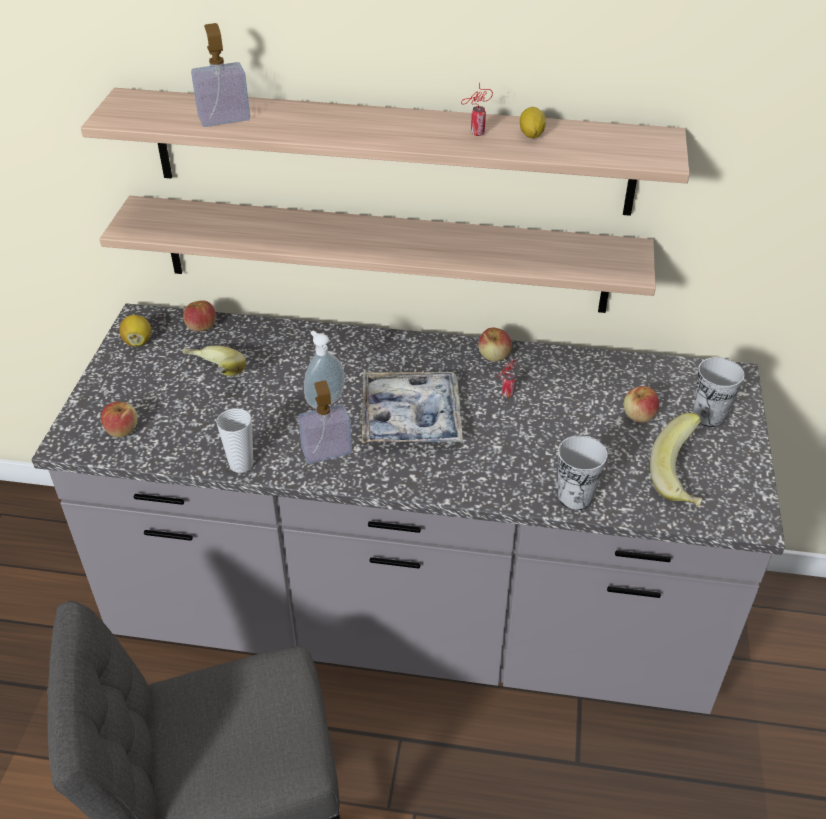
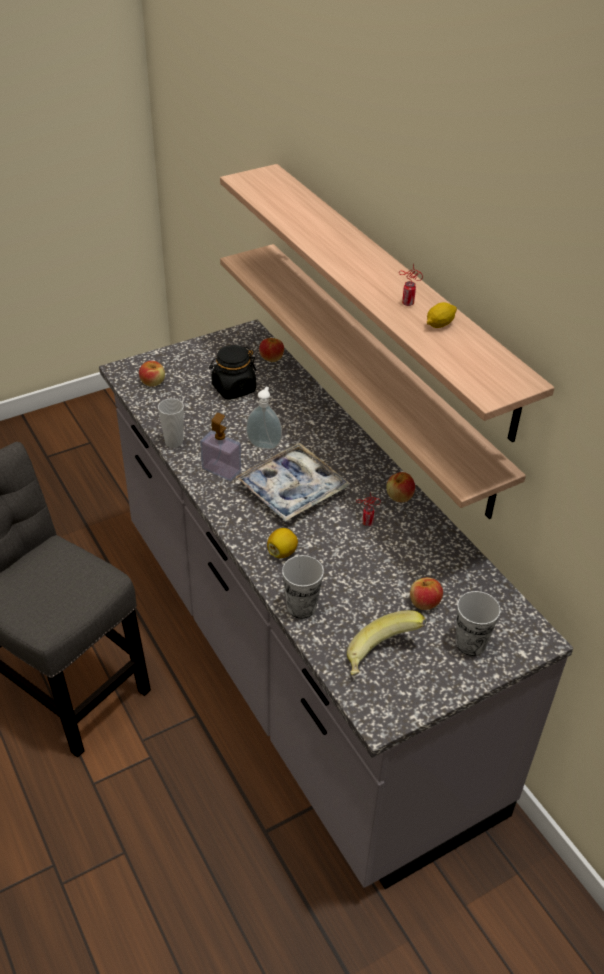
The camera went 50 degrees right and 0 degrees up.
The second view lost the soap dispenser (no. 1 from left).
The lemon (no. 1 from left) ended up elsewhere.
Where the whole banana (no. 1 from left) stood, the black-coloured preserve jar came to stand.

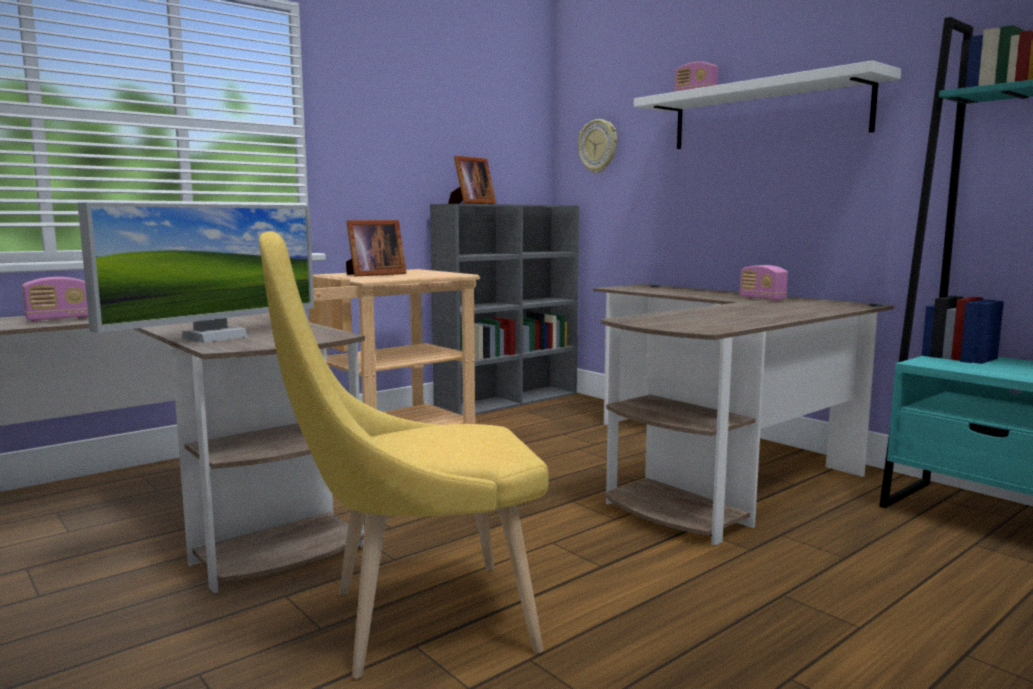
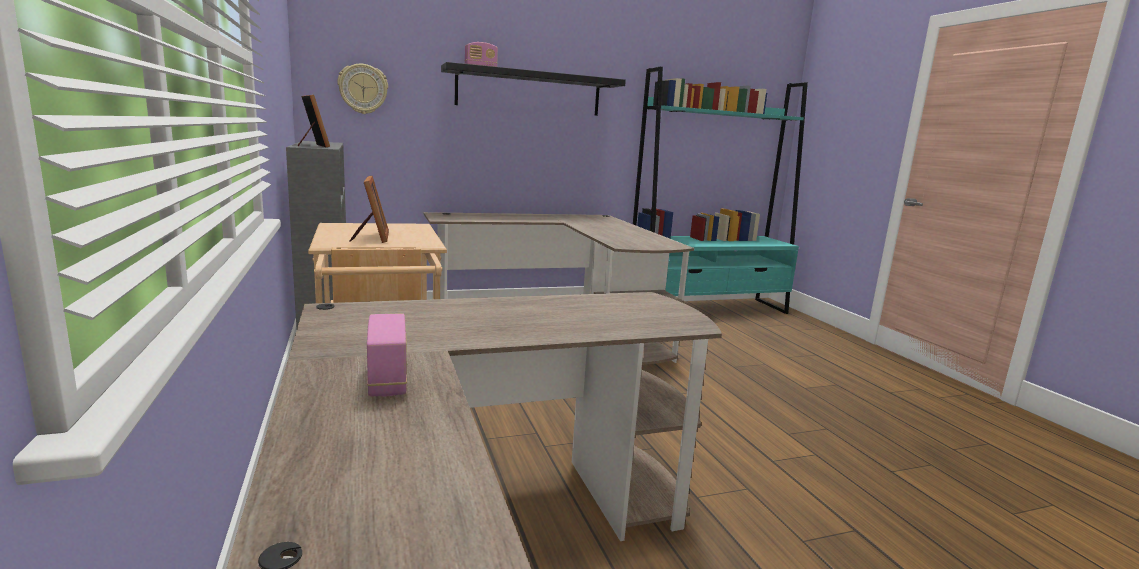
The camera went 70 degrees left and 5 degrees up.
The second view lost the monitor.
The second view lost the yellowish chair.
The second view lost the radio set (no. 3 from left).
What was the white-coloured bracket shelf turned into the black-coloured bracket shelf.

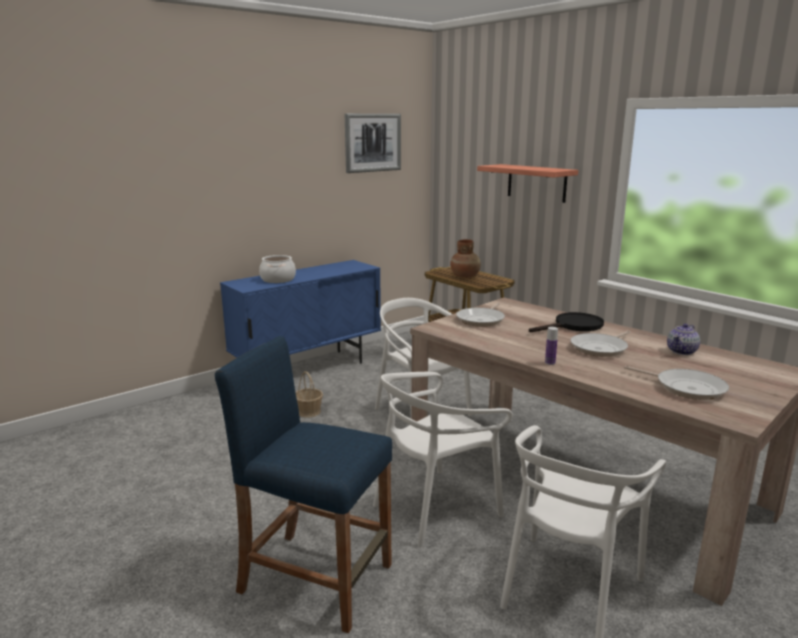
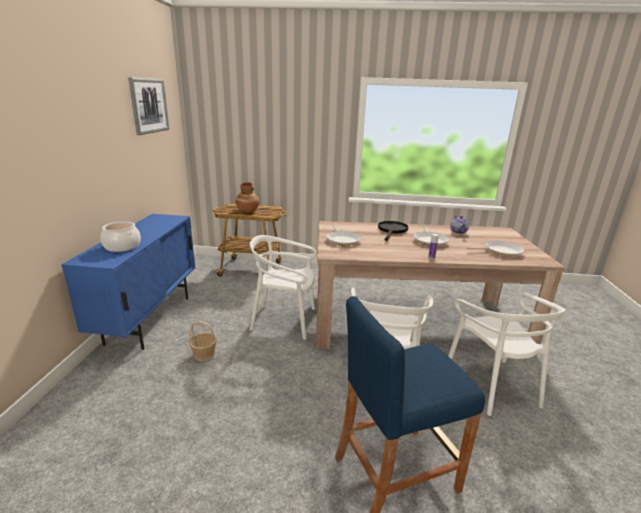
The camera went 45 degrees left and 5 degrees up.
The second view lost the bracket shelf.

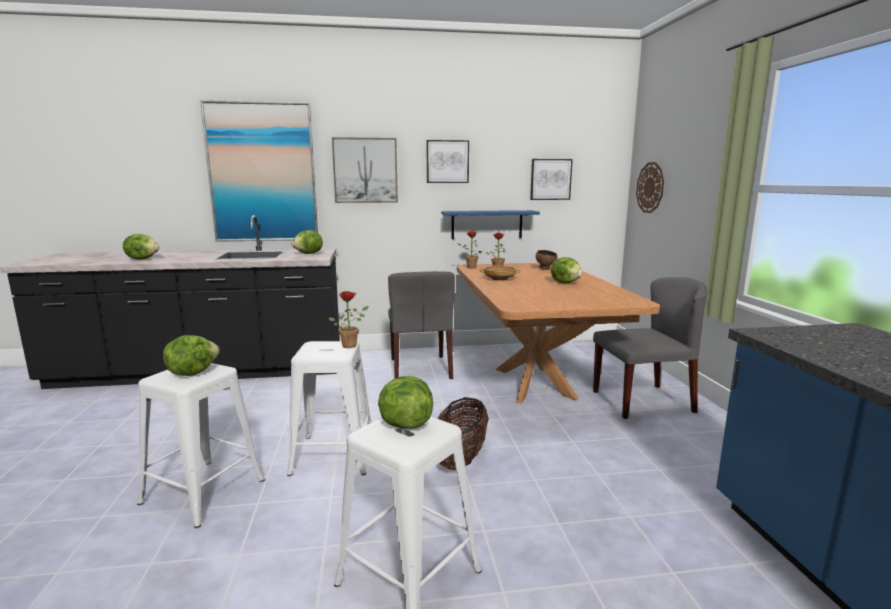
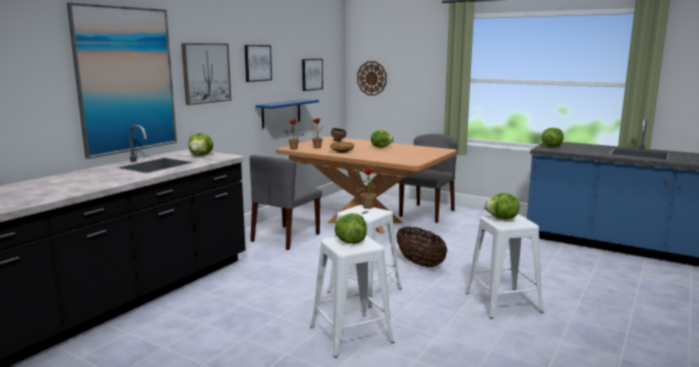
The camera went 50 degrees left and 0 degrees up.
The lettuce (no. 1 from left in the first image) ended up elsewhere.
The grey chair (no. 1 from left) ended up facing another way, 90 degrees clockwise from before.

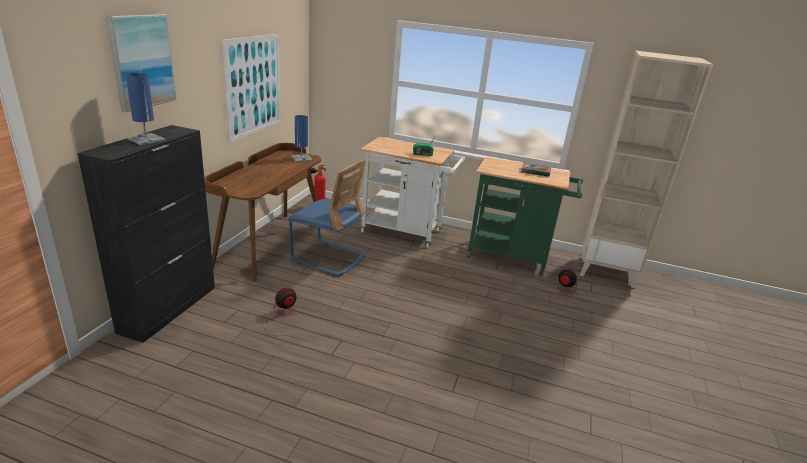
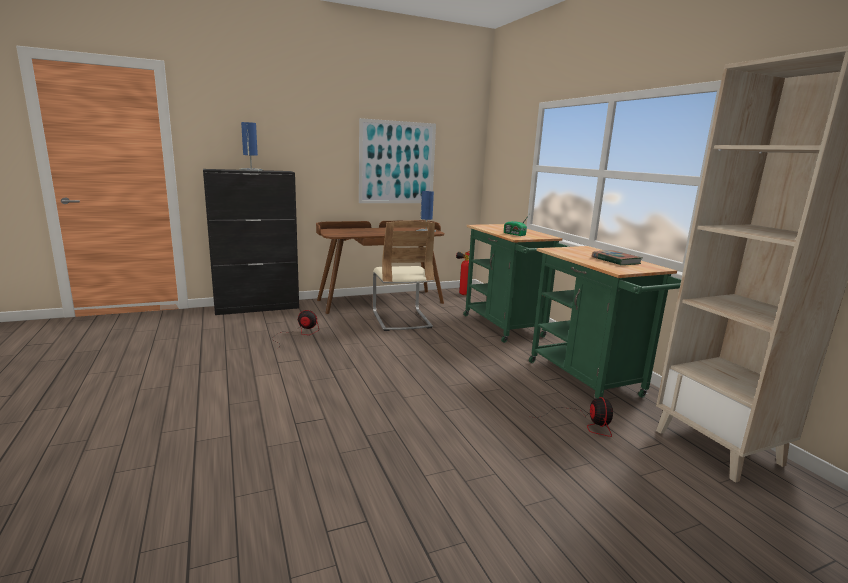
The camera went 50 degrees right and 10 degrees down.
The second view lost the picture (no. 1 from left).
What was the blue-coloured chair turned into the beige chair.
What was the white-coloured cart turned into the green-coloured cart (no. 1 from left).

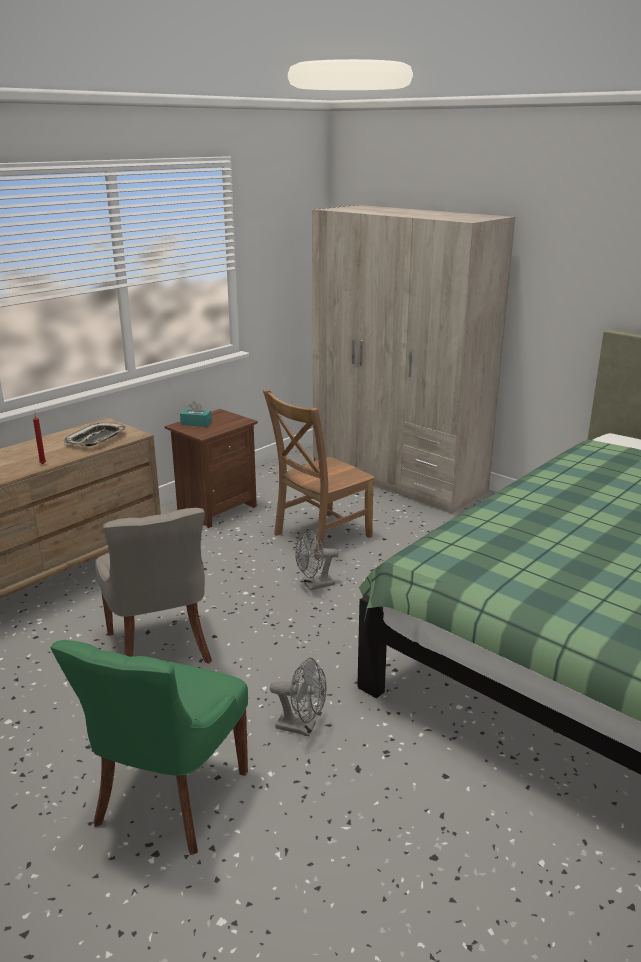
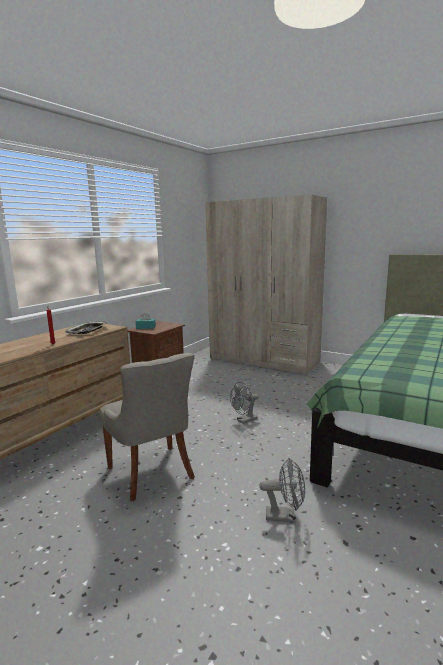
The camera went 10 degrees left and 10 degrees down.
The second view lost the green-coloured chair.
The second view lost the brown-coloured chair.

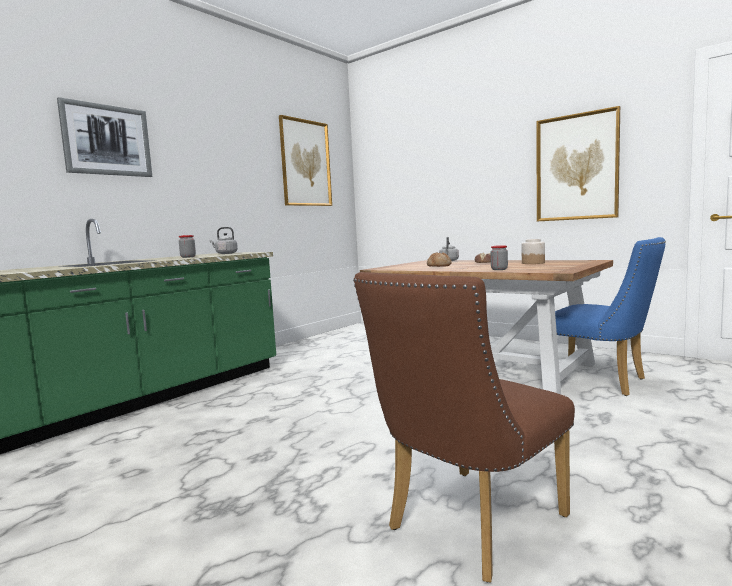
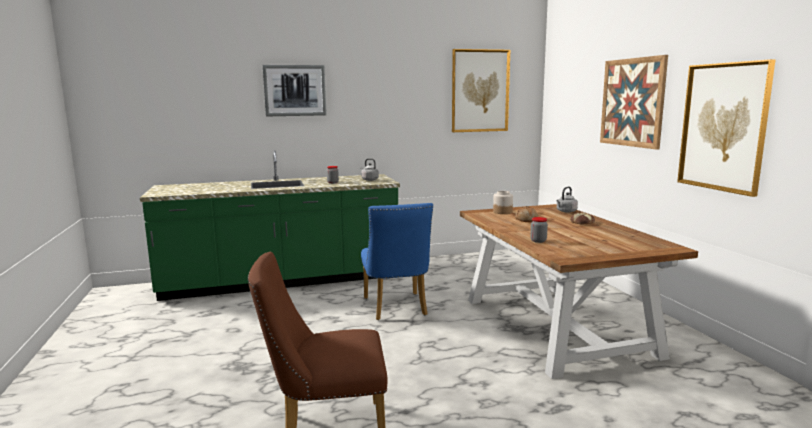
The camera went 35 degrees right and 5 degrees up.
The second view gained the picture (no. 3 from left).
The preserve jar (no. 3 from left in the first image) ended up elsewhere.
The blue-coloured chair ended up elsewhere.

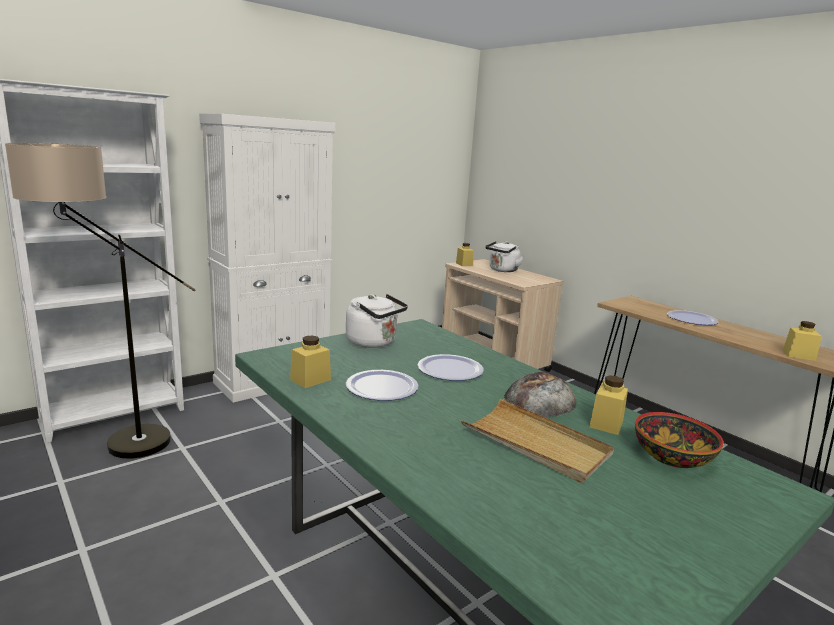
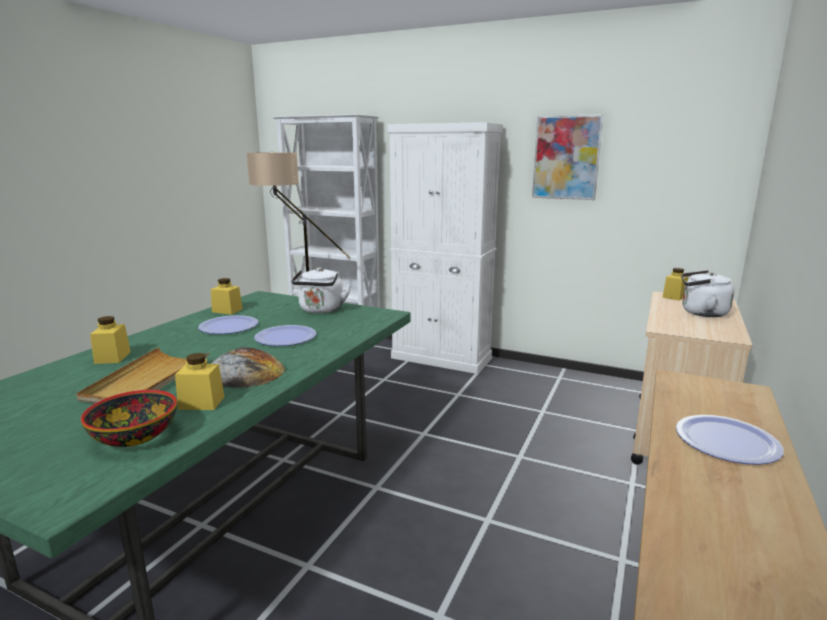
The camera went 65 degrees right and 0 degrees up.
The second view gained the picture.
The yellowish preserve jar (no. 4 from left in the first image) ended up elsewhere.

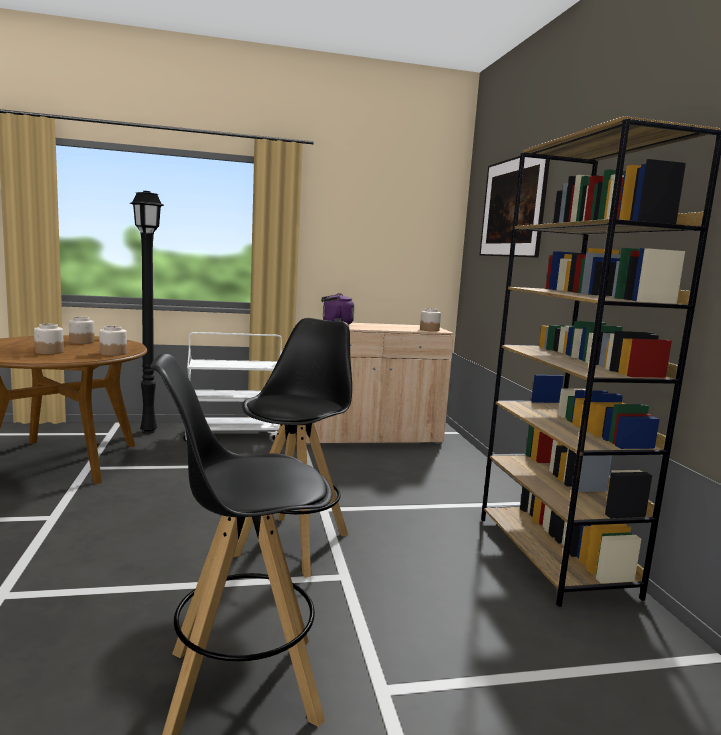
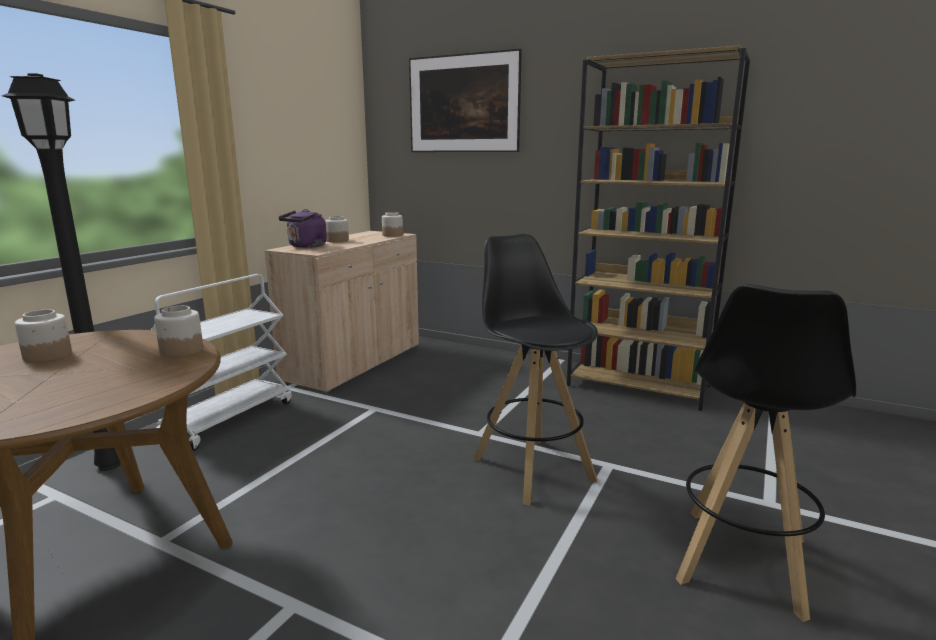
The camera went 50 degrees left and 5 degrees up.
The preserve jar (no. 1 from left in the first image) ended up elsewhere.

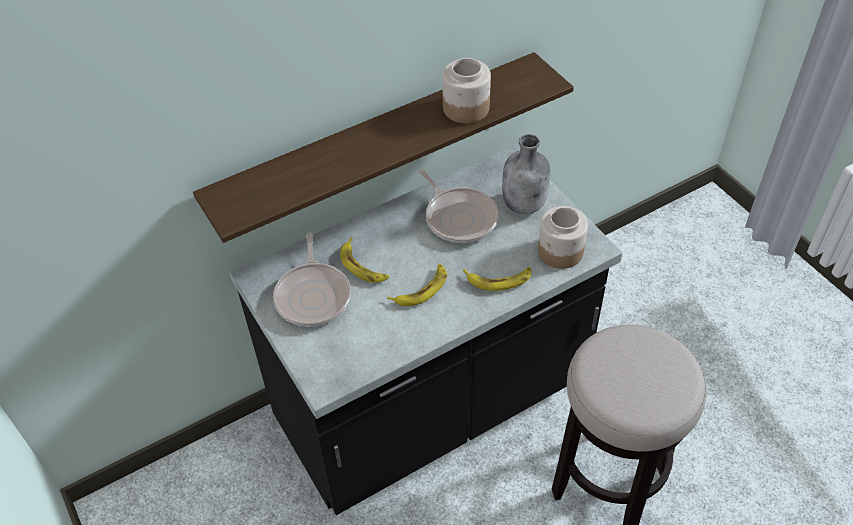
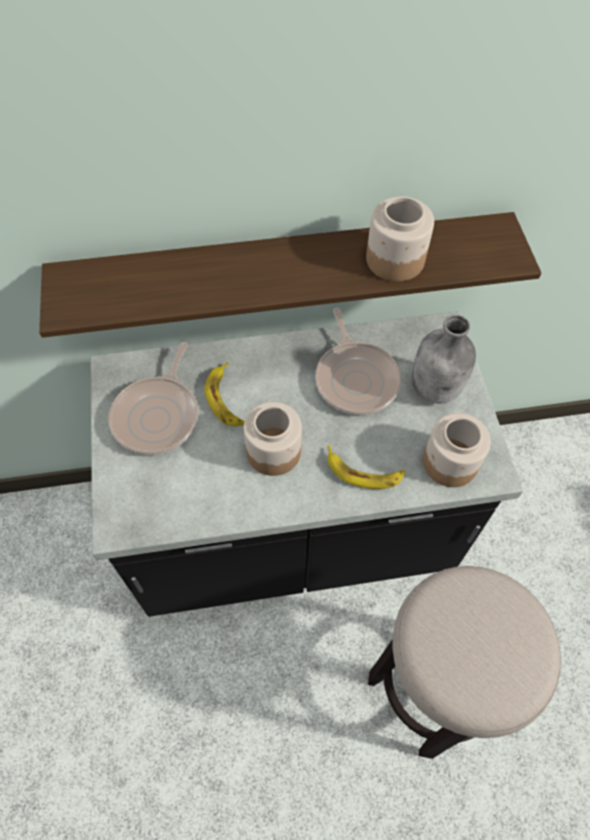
The camera went 20 degrees right and 10 degrees up.
Where the whole banana (no. 2 from left) stood, the preserve jar (no. 1 from left) came to stand.

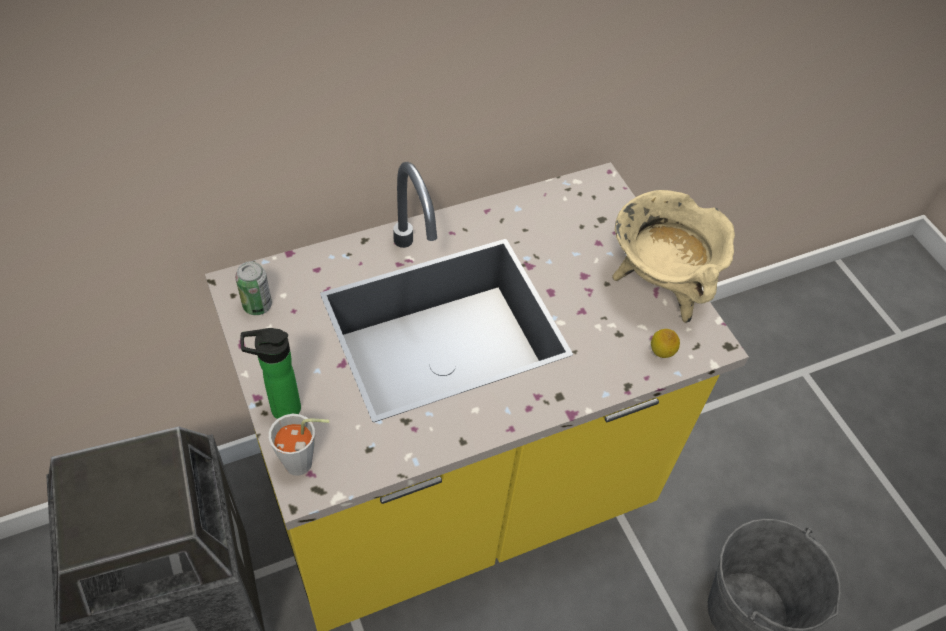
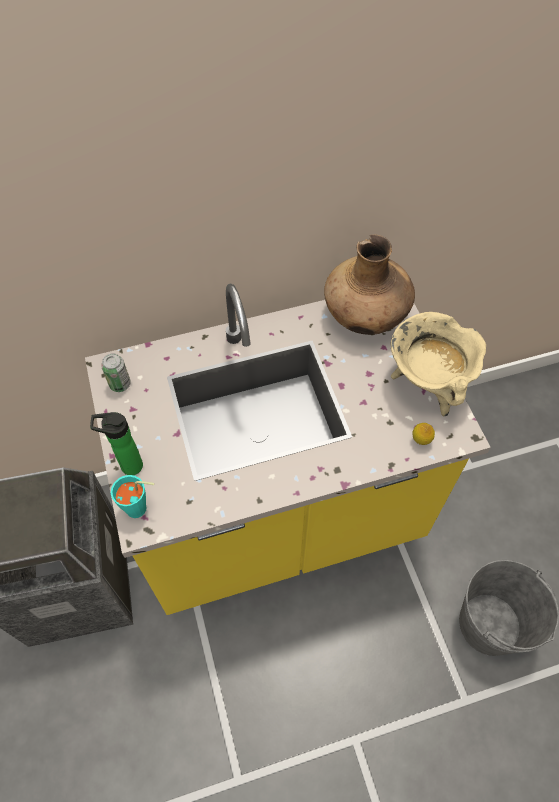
The camera went 10 degrees right and 5 degrees up.
The second view gained the brown-coloured flower vase.
What was the grey small cup turned into the turquoise-coloured small cup.

